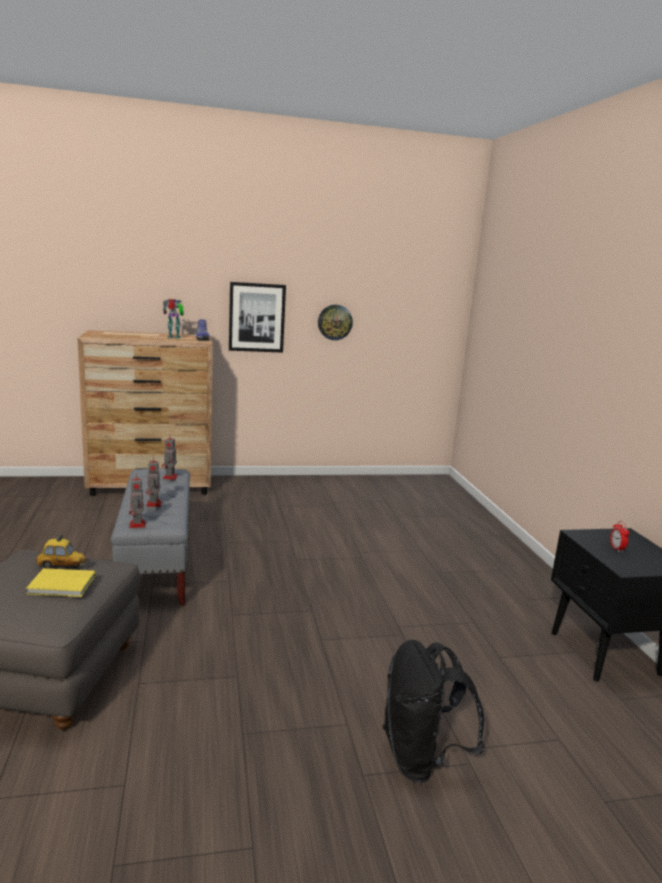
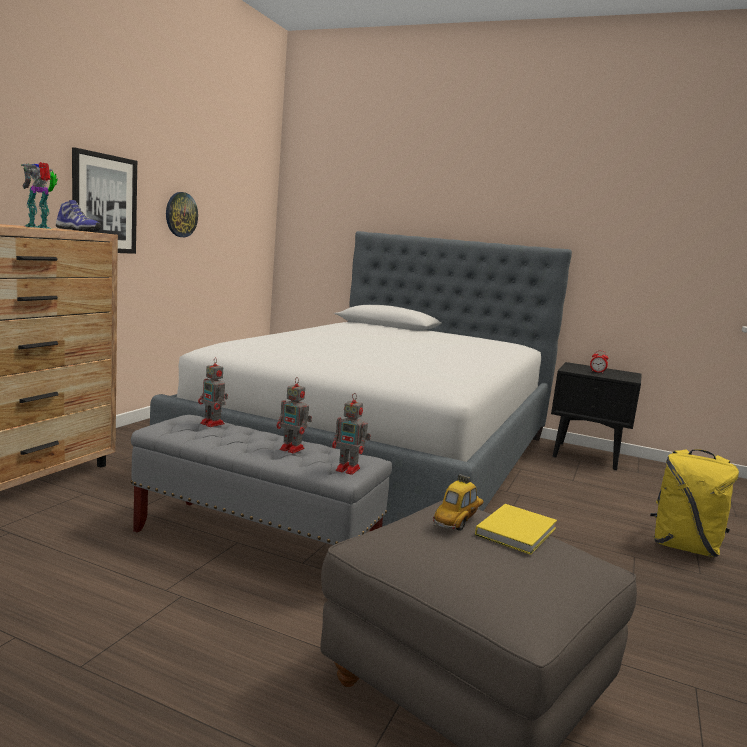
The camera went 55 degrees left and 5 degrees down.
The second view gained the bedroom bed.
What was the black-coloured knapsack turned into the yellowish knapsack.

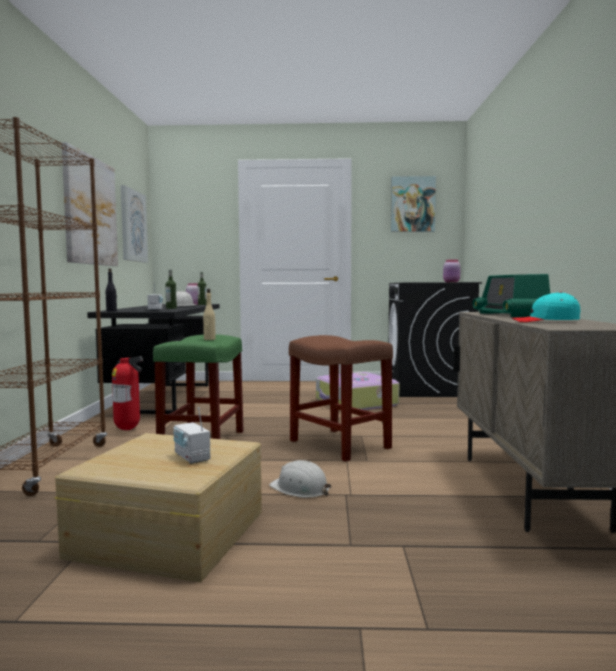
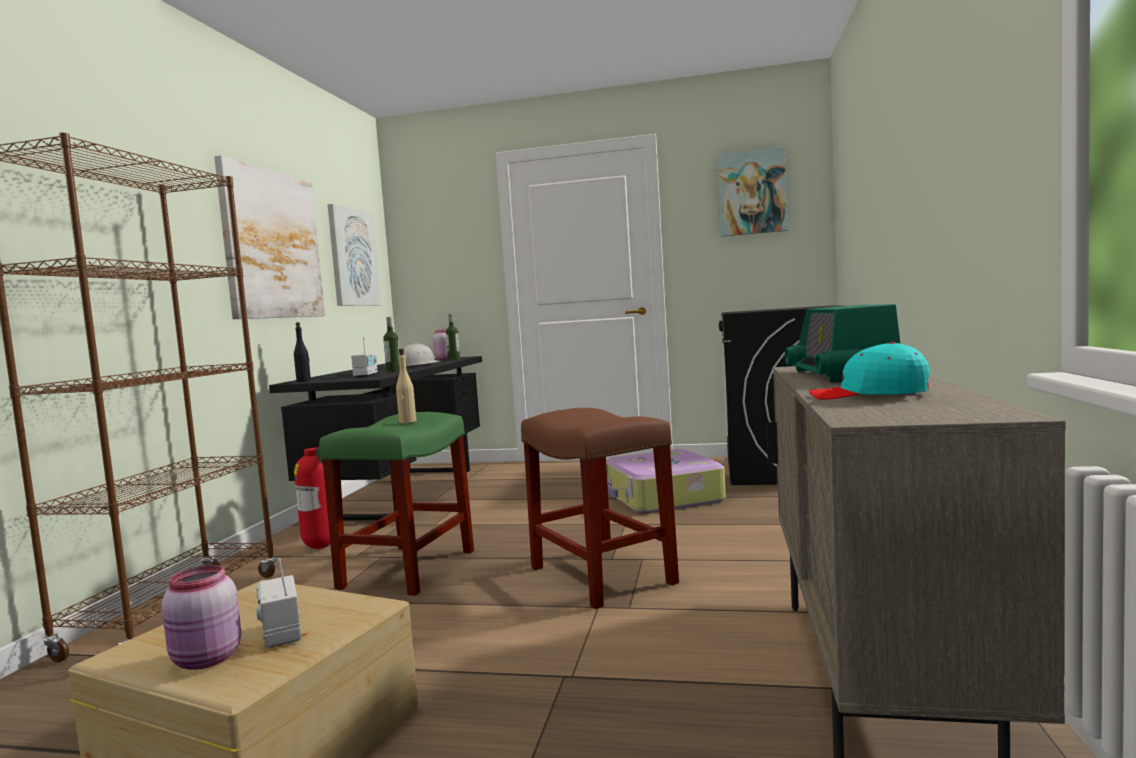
The camera went 10 degrees right and 0 degrees up.
The second view lost the white-coloured hard hat (no. 2 from left).
The pink-coloured preserve jar (no. 2 from left in the first image) ended up elsewhere.

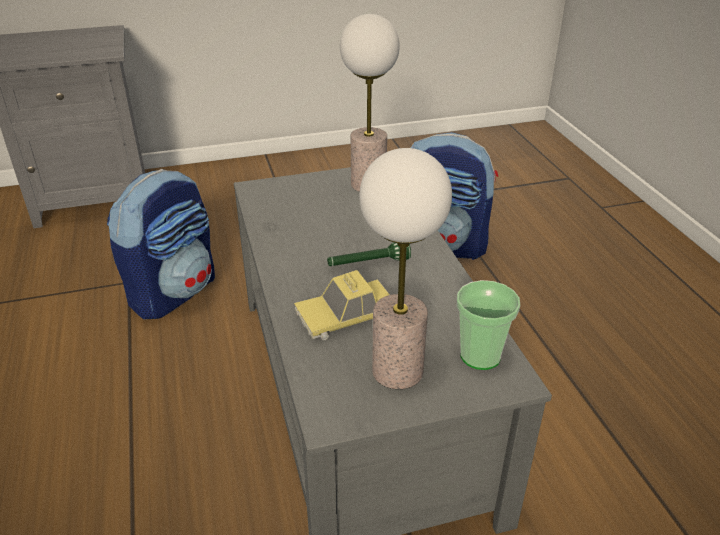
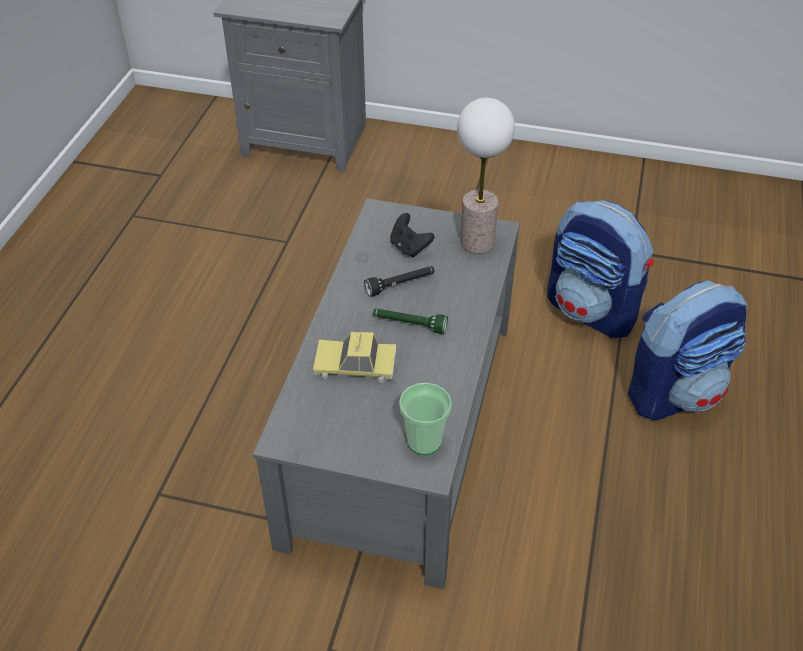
The camera went 30 degrees right and 10 degrees up.
The second view lost the lamp for a table (no. 2 from left).
The second view gained the black-coloured torch.
The second view gained the black-coloured gamepad.
The knapsack (no. 1 from left in the first image) ended up elsewhere.

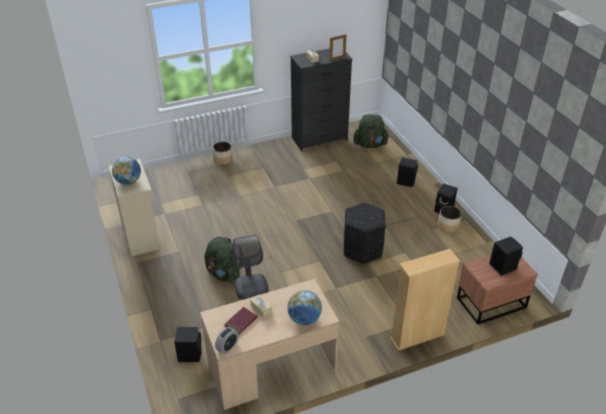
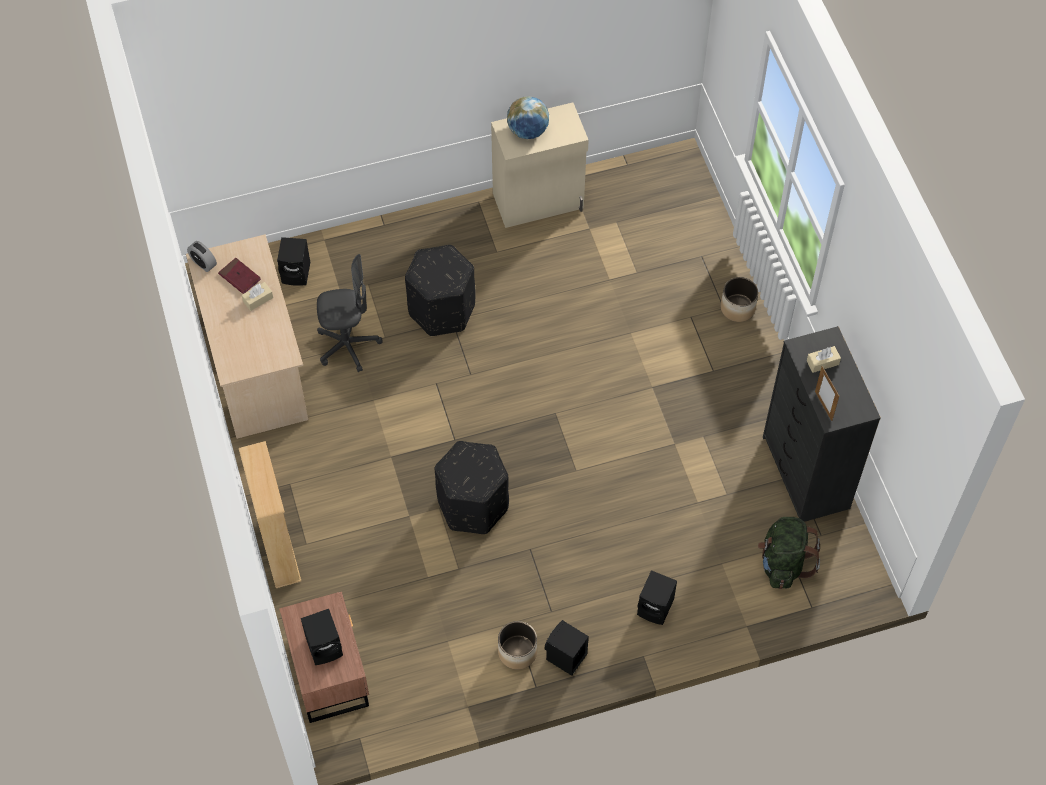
The camera went 95 degrees right and 20 degrees up.
The second view lost the globe (no. 2 from left).
Where the green-coloured knapsack (no. 1 from left) stood, the black-coloured ottoman (no. 1 from left) came to stand.

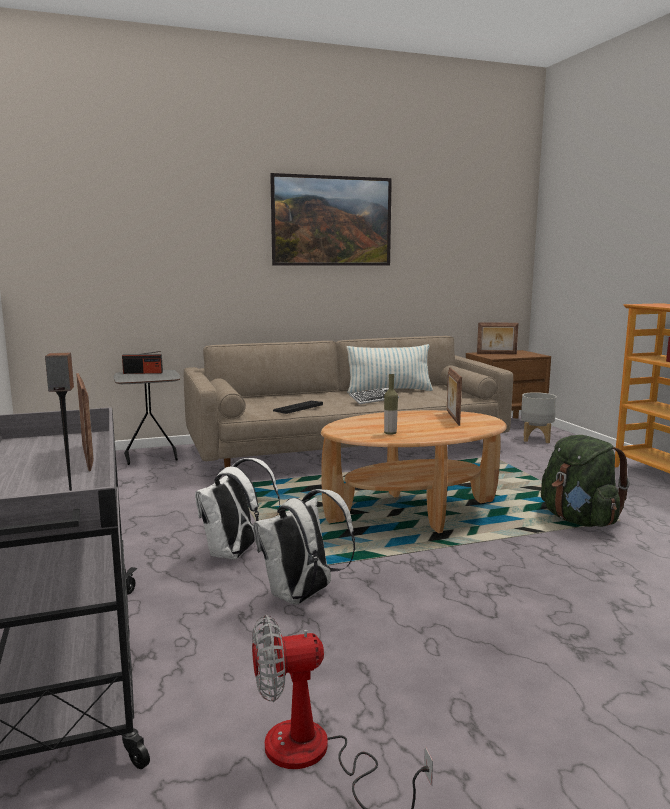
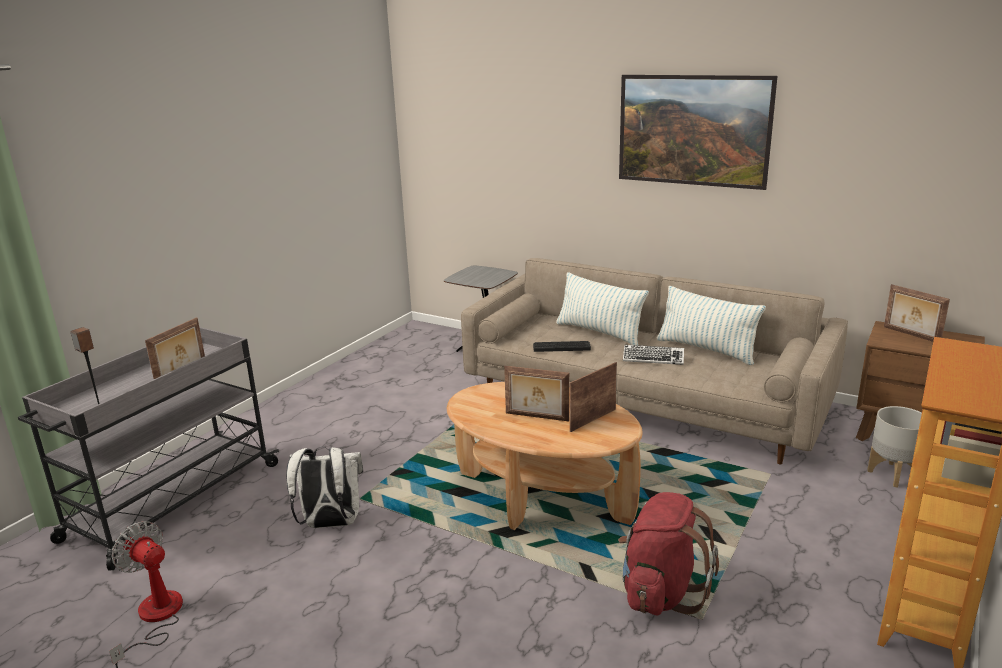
The camera went 50 degrees right and 10 degrees up.
The second view lost the radio set.
The second view lost the white-coloured knapsack (no. 1 from left).
The second view lost the bottle.
The second view gained the picture frame (no. 2 from left).
The second view gained the cushion (no. 1 from left).
What was the green-coloured knapsack turned into the red-coloured knapsack.

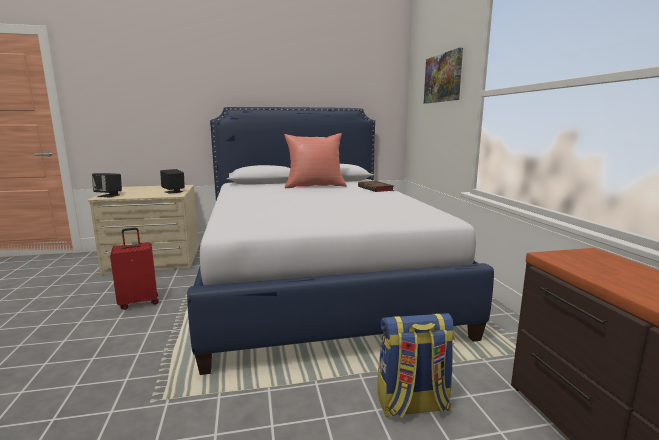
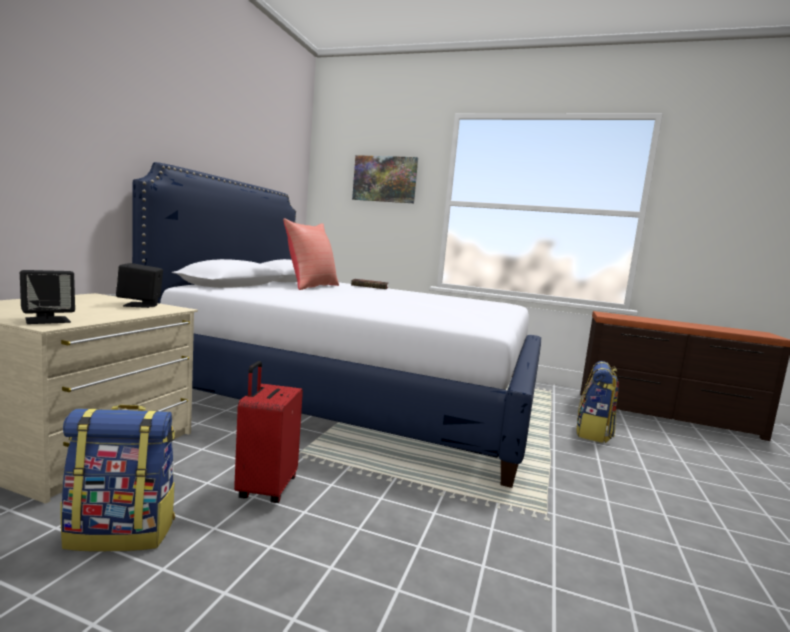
The camera went 60 degrees left and 5 degrees down.
The second view gained the knapsack (no. 1 from left).

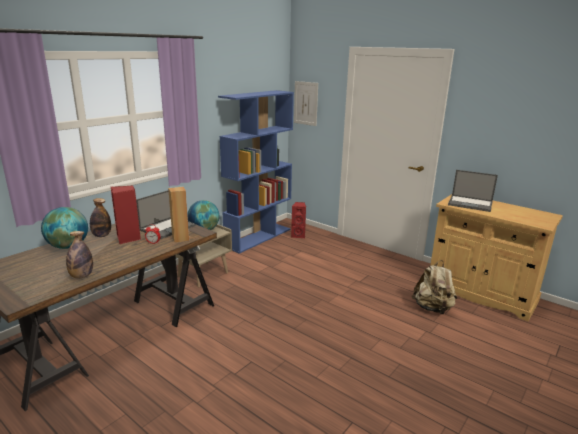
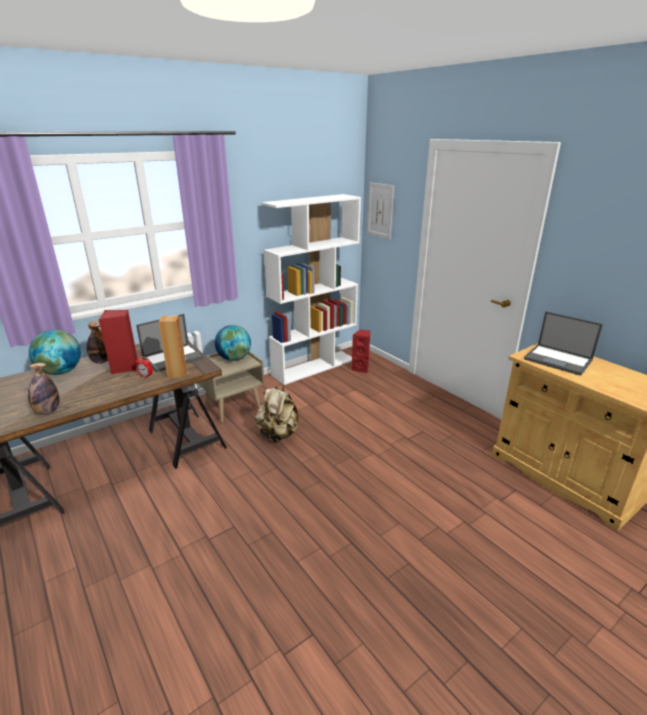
The camera went 15 degrees right and 5 degrees up.
The beige knapsack ended up elsewhere.
What was the blue-coloured shelving unit turned into the white-coloured shelving unit.

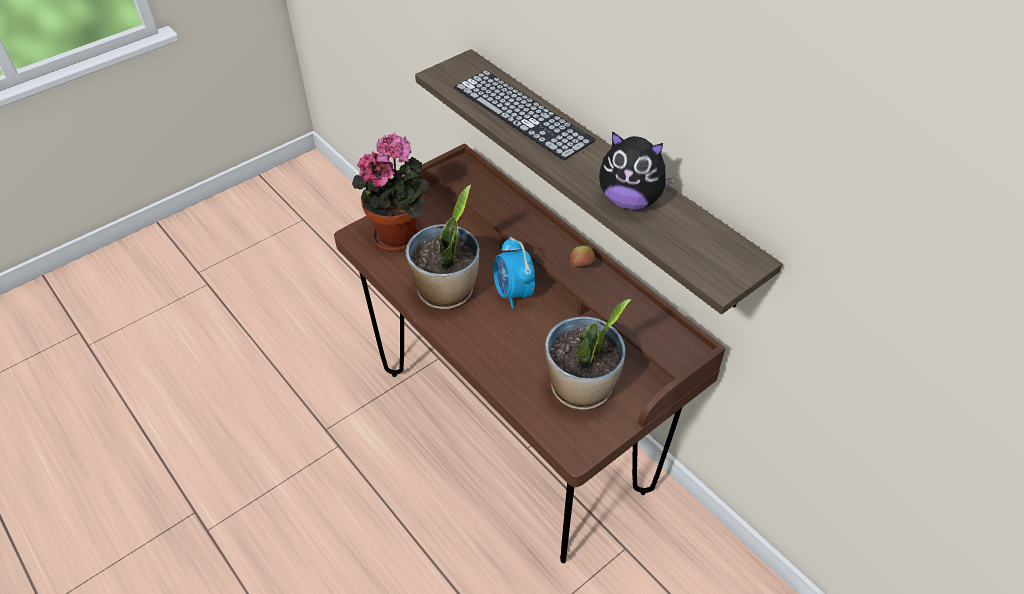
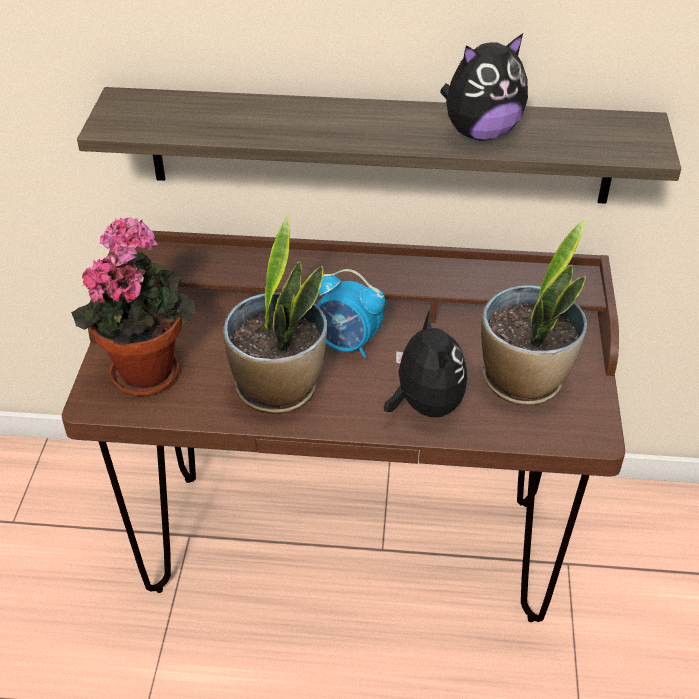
The camera went 45 degrees left and 5 degrees down.
The second view lost the keyboard.
The second view lost the apple.
The second view gained the plush toy (no. 1 from left).

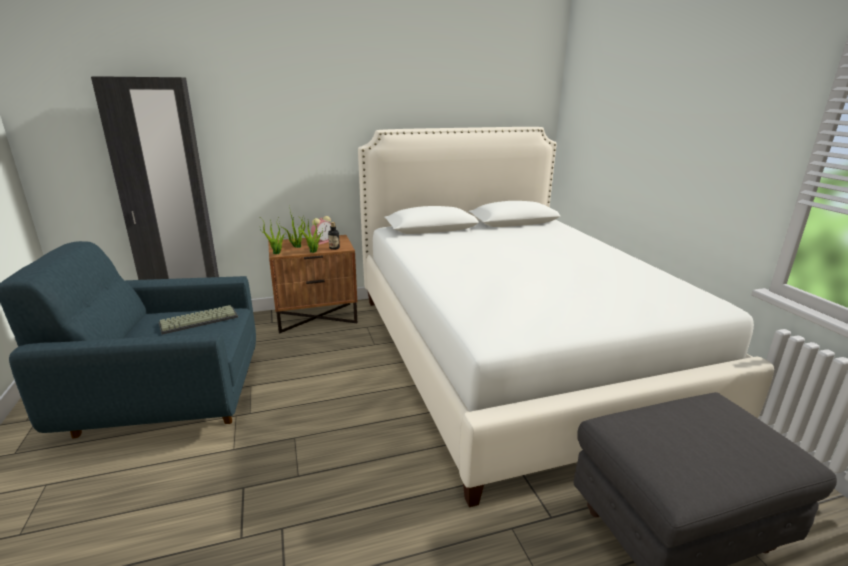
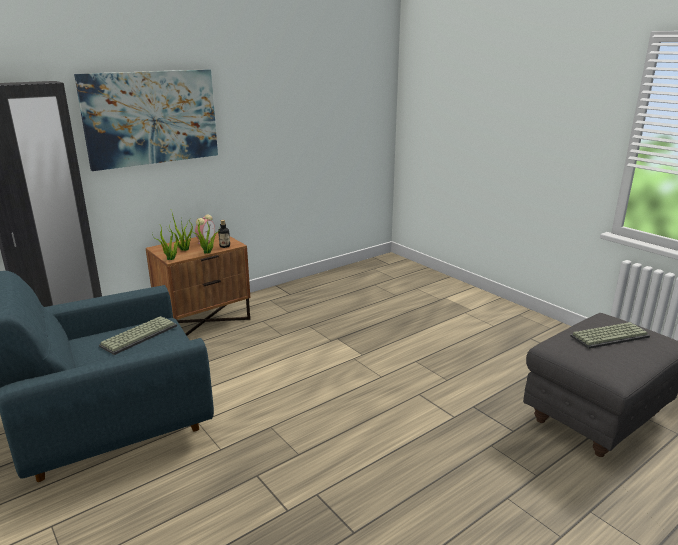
The camera went 20 degrees left and 0 degrees up.
The second view lost the white-coloured bedroom bed.
The second view gained the picture.
The second view gained the keyboard (no. 2 from left).

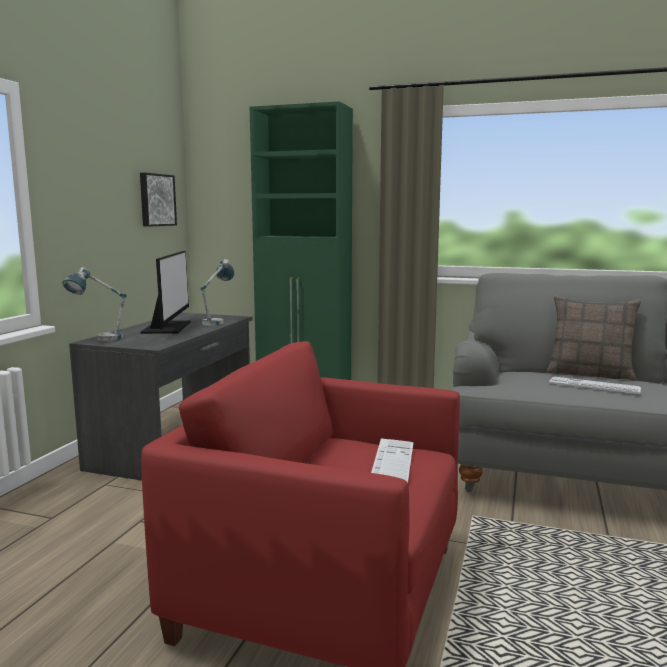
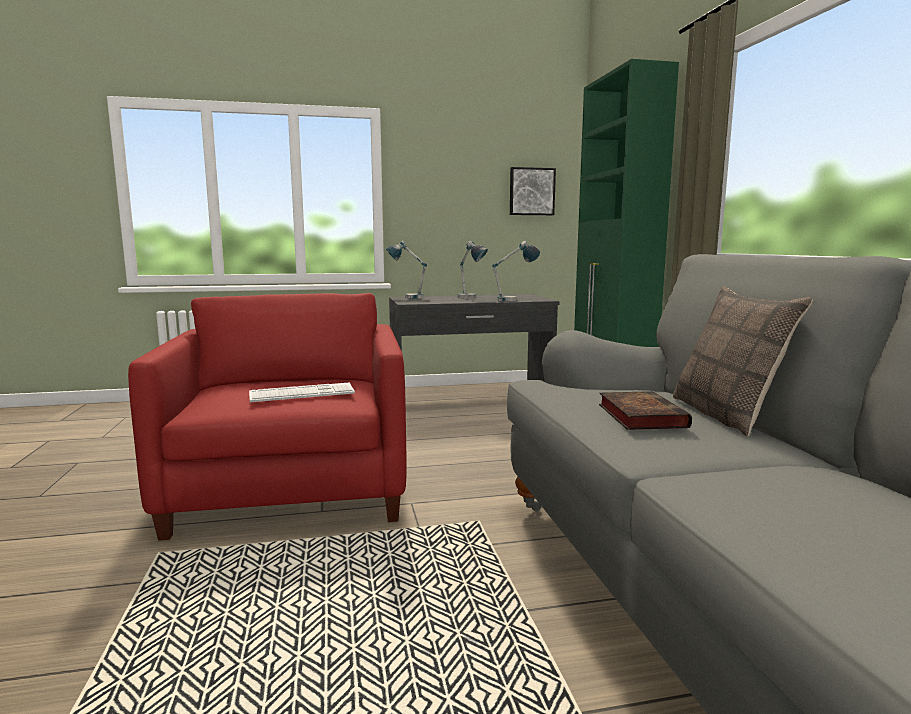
The camera went 60 degrees right and 0 degrees up.
Where the monitor stood, the lamp for a table (no. 2 from left) came to stand.
Where the keyboard (no. 2 from left) stood, the book came to stand.

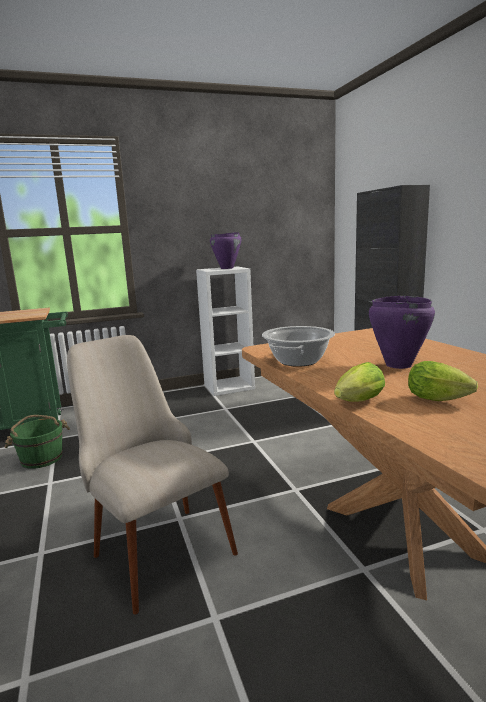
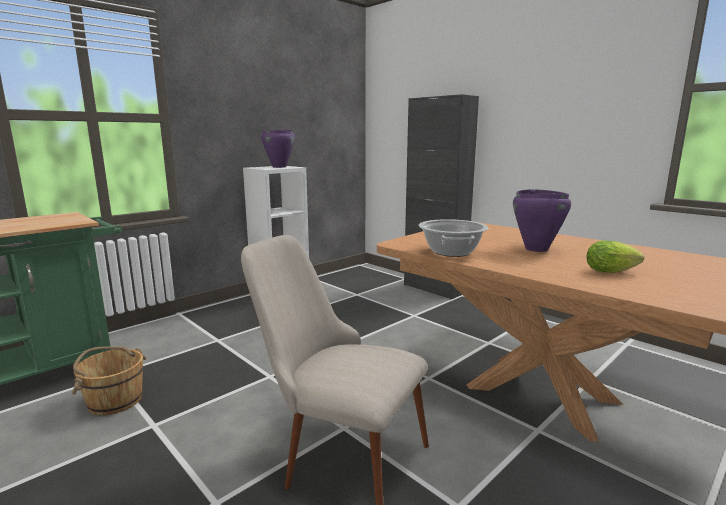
The camera went 25 degrees left and 0 degrees up.
The second view lost the lettuce (no. 1 from left).
What was the green-coloured bucket turned into the brown-coloured bucket.

